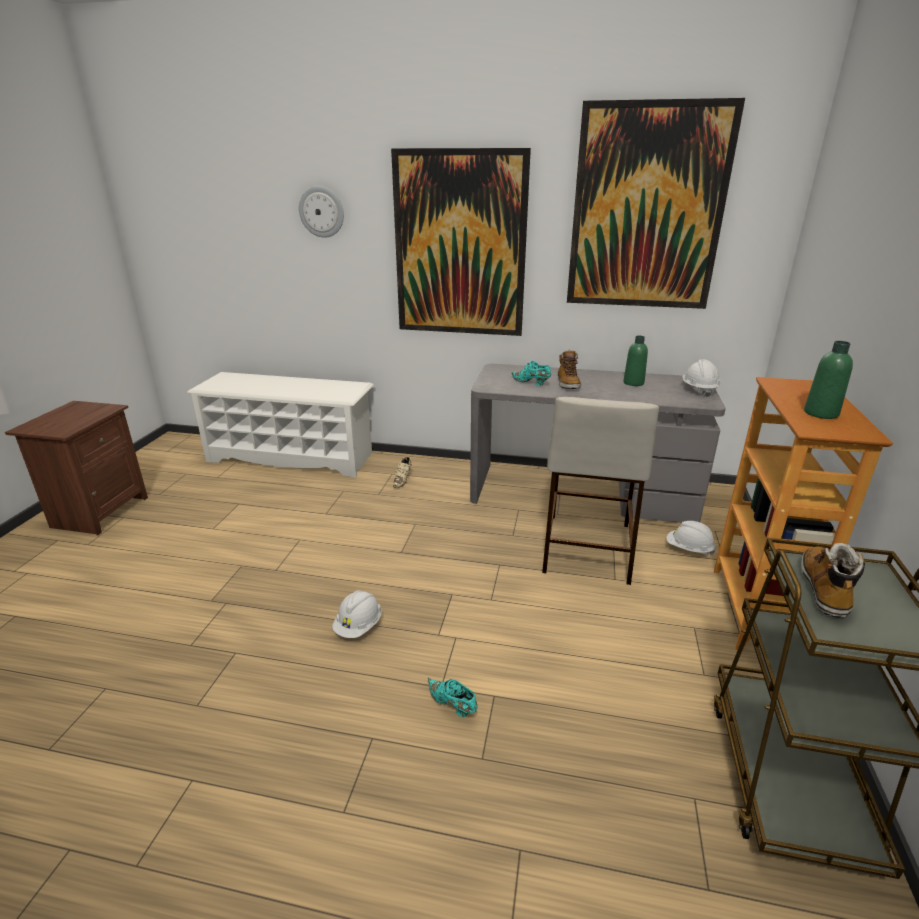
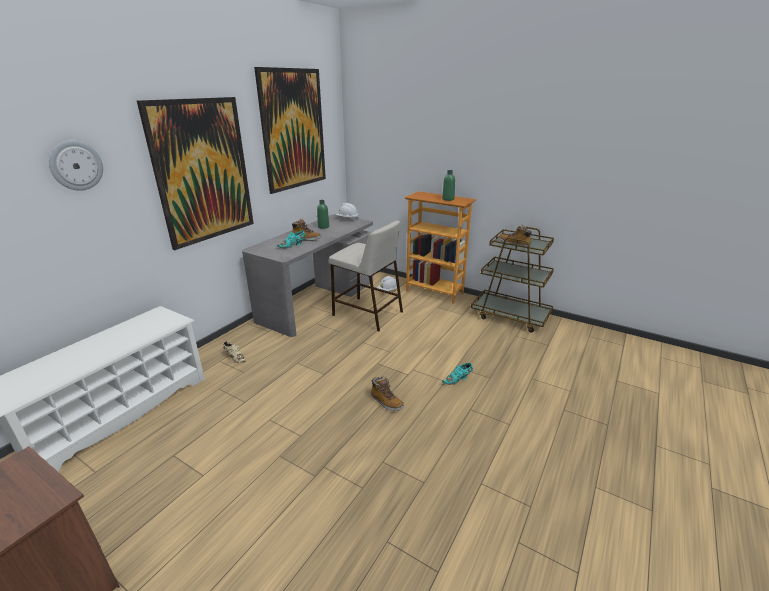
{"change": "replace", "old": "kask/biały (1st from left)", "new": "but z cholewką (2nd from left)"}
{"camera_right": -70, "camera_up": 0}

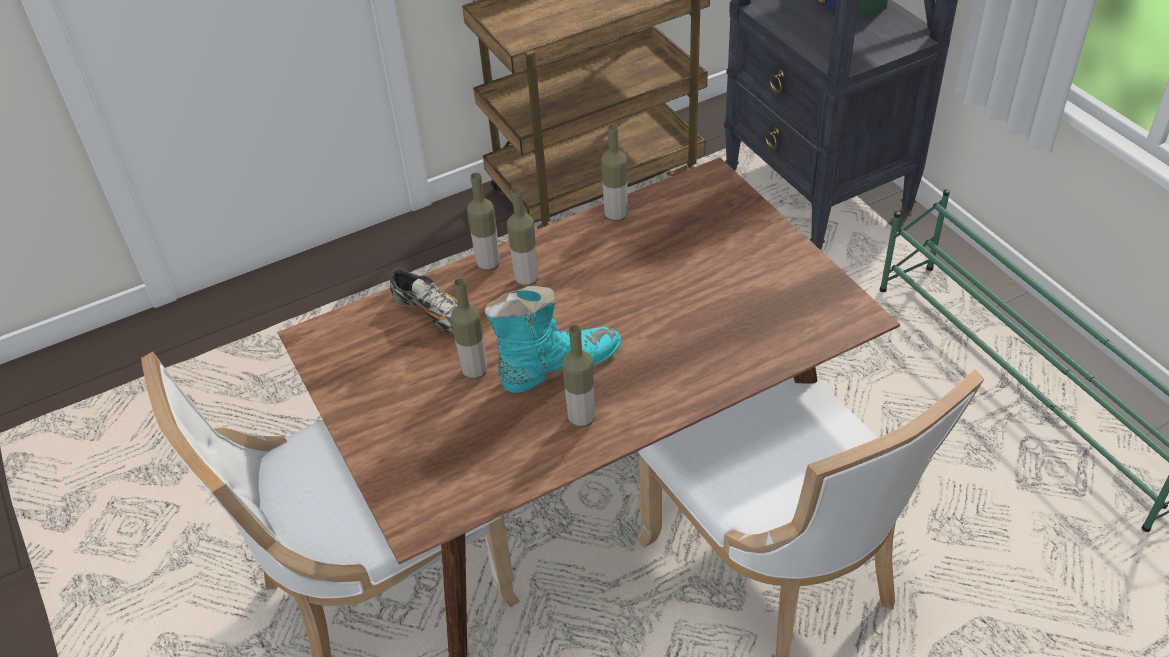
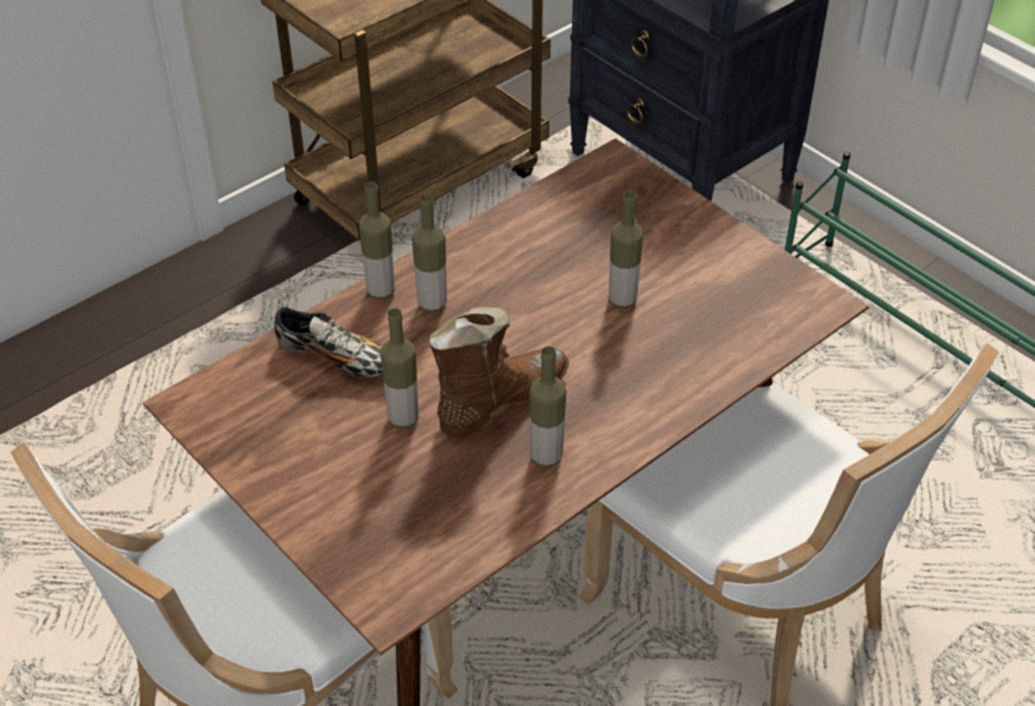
{"change": "recolor", "old": "but z cholewką/turkusowy", "new": "but z cholewką/brązowy"}
{"change": "move", "old": "butelka (5th from left)"}
{"camera_right": -15, "camera_up": 0}

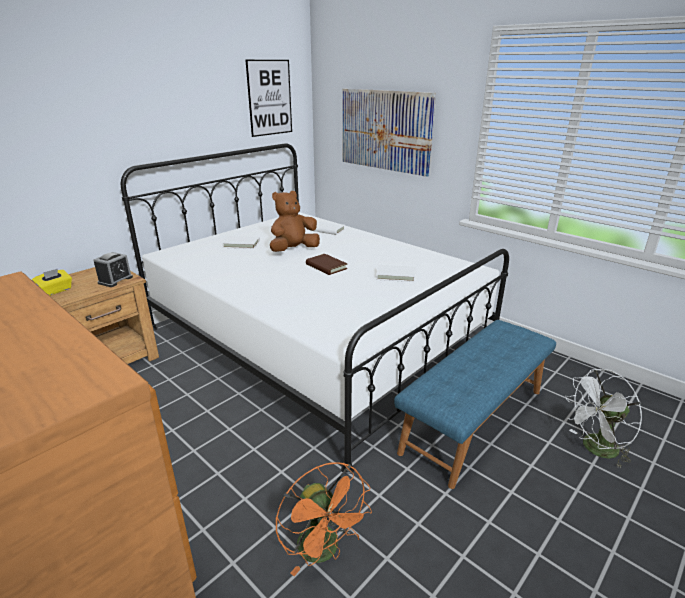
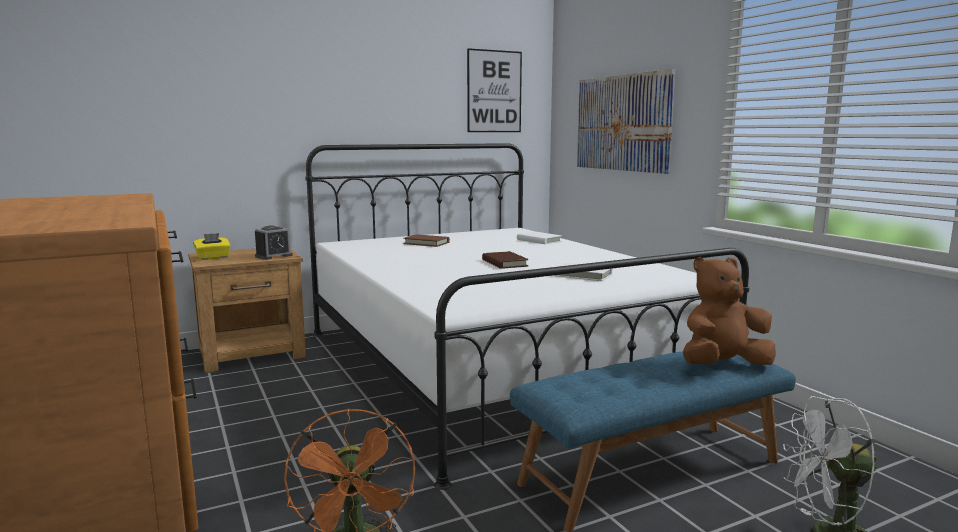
{"change": "recolor", "old": "książka/biały (1st from left)", "new": "książka/brązowy (1st from left)"}
{"change": "move", "old": "pluszak/brązowy"}
{"camera_right": 20, "camera_up": -15}

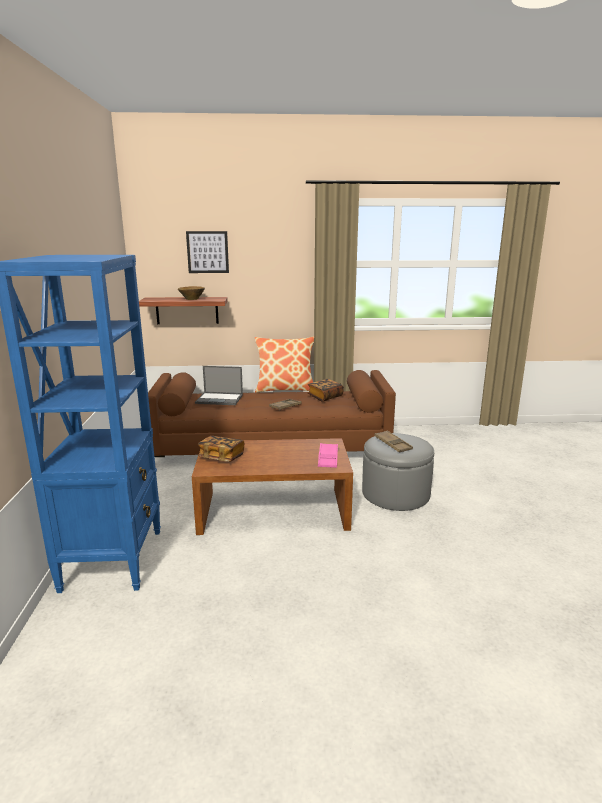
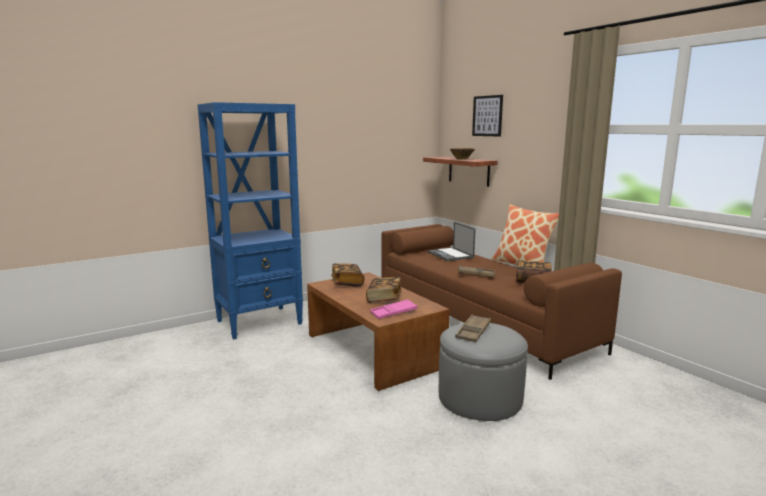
{"change": "insert", "new": "książka (2nd from left)"}
{"camera_right": 60, "camera_up": -5}

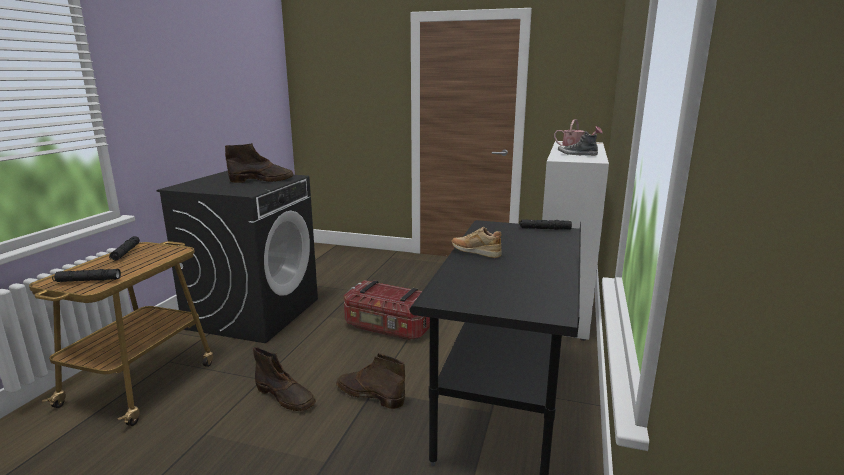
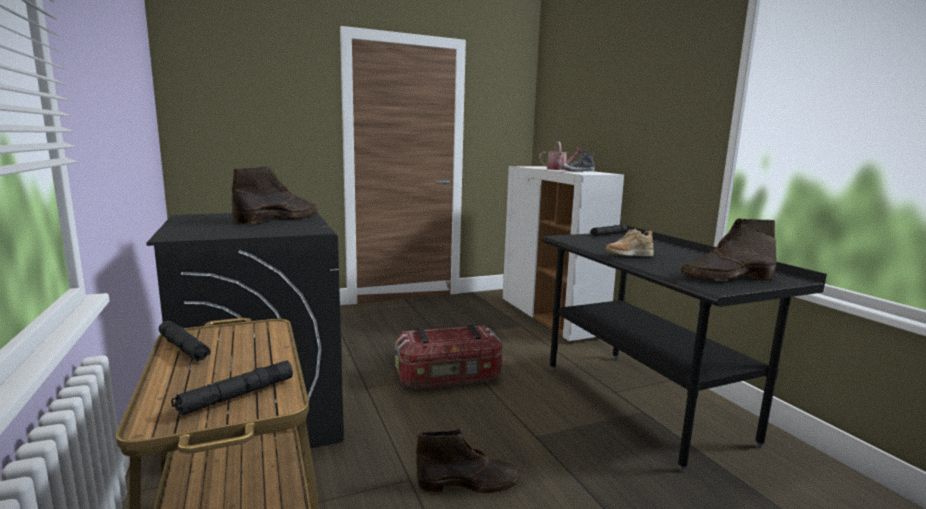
{"change": "move", "old": "but z cholewką/brązowy (3rd from left)"}
{"camera_right": -40, "camera_up": -5}

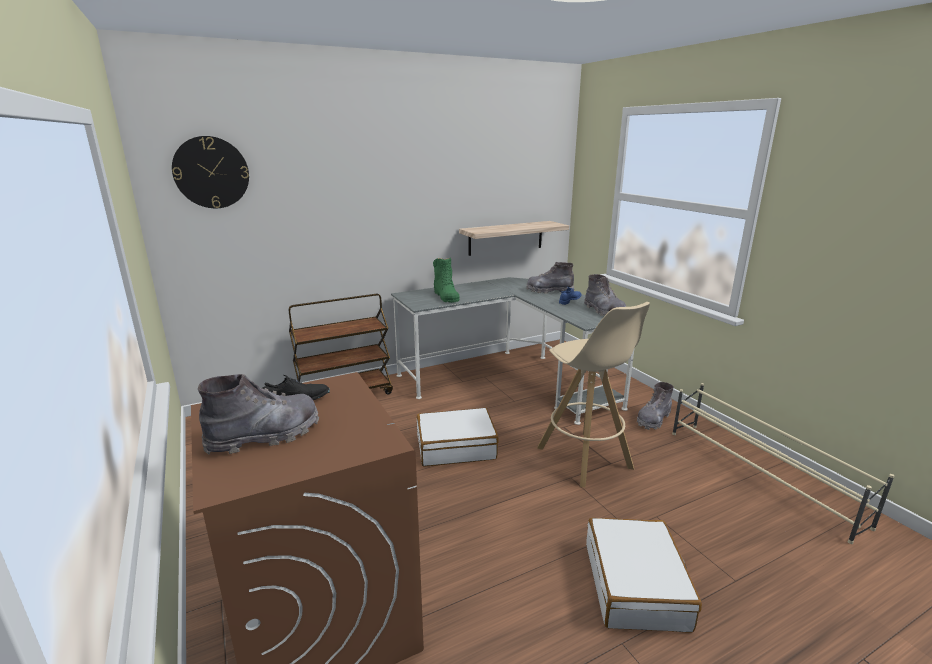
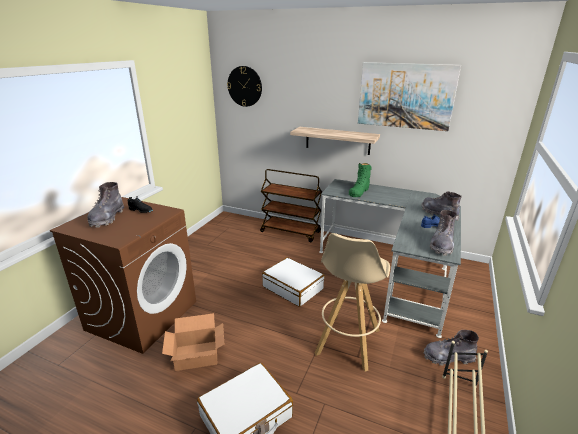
{"change": "rotate", "old": "but z cholewką/szary (1st from left)", "degrees": 75}
{"change": "move", "old": "półka"}
{"change": "insert", "new": "karton"}
{"change": "insert", "new": "obraz"}
{"camera_right": 50, "camera_up": 5}

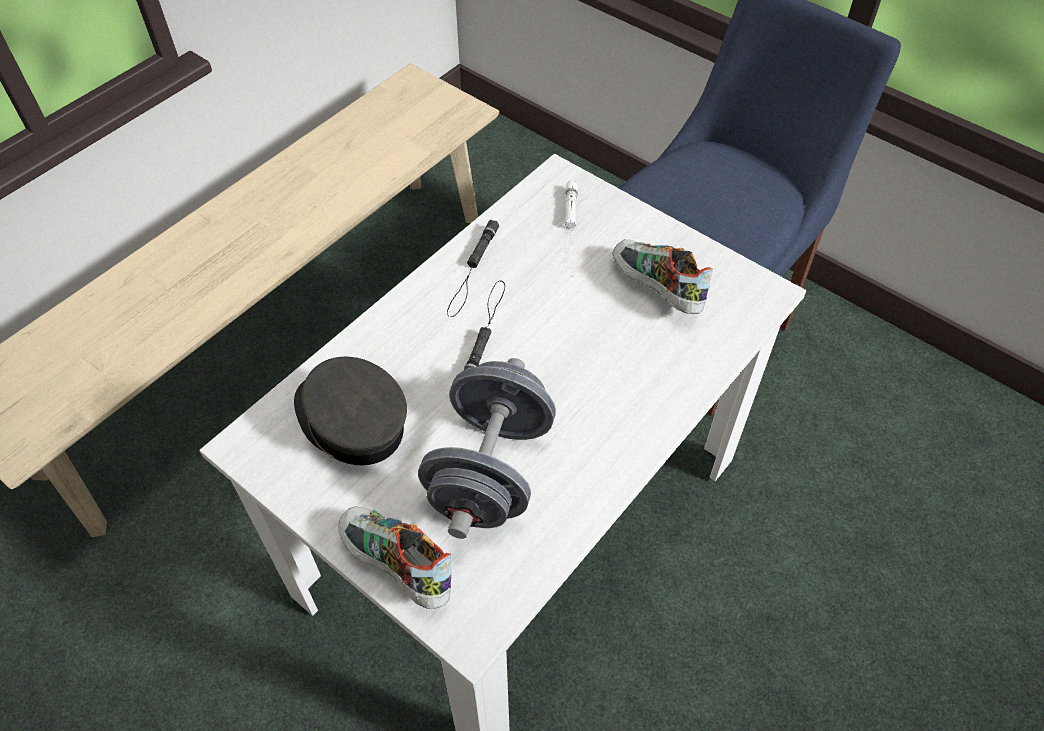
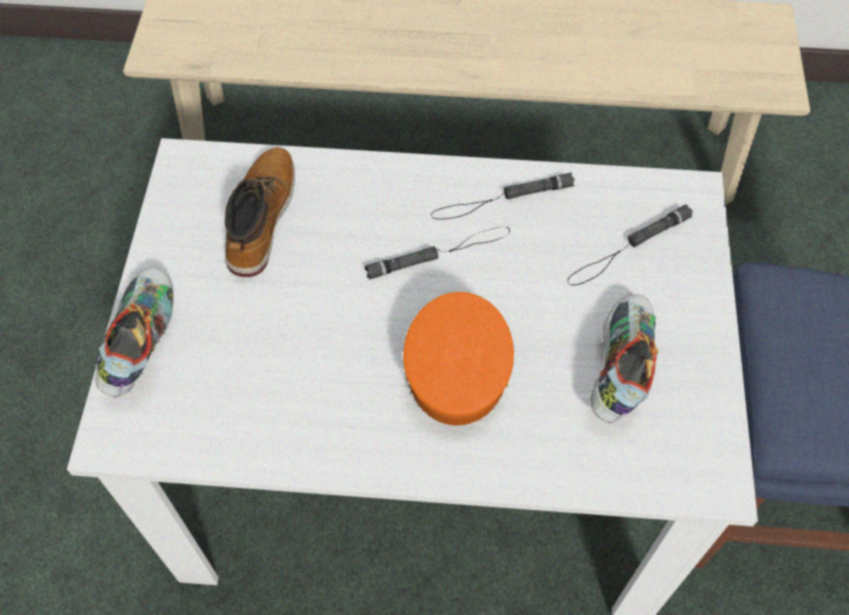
{"change": "replace", "old": "czapka z daszkiem/szary", "new": "but z cholewką"}
{"change": "delete", "old": "hantel/szary"}
{"change": "recolor", "old": "latarka/biały", "new": "latarka/czarny (3rd from left)"}
{"change": "insert", "new": "czapka z daszkiem/pomarańczowy"}
{"camera_right": 55, "camera_up": 5}

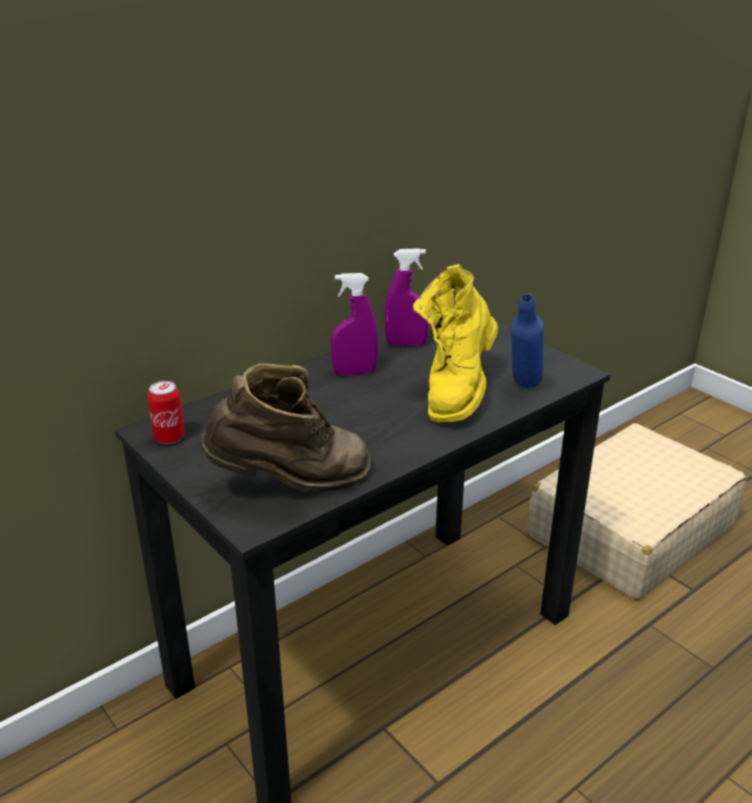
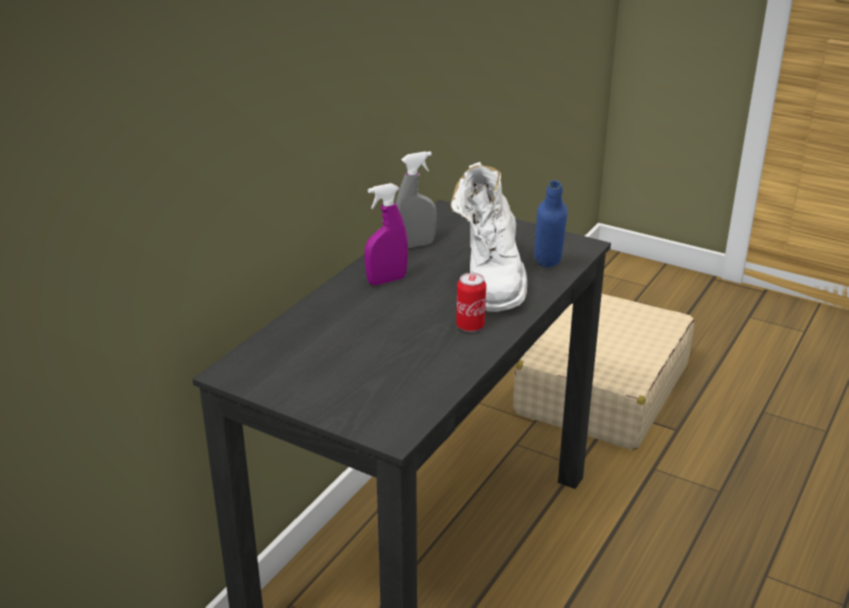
{"change": "move", "old": "puszka"}
{"change": "delete", "old": "but z cholewką/brązowy"}
{"change": "recolor", "old": "spryskiwacz/fioletowy (2nd from left)", "new": "spryskiwacz/szary"}
{"change": "recolor", "old": "but z cholewką/żółty", "new": "but z cholewką/biały"}
{"camera_right": -20, "camera_up": 0}

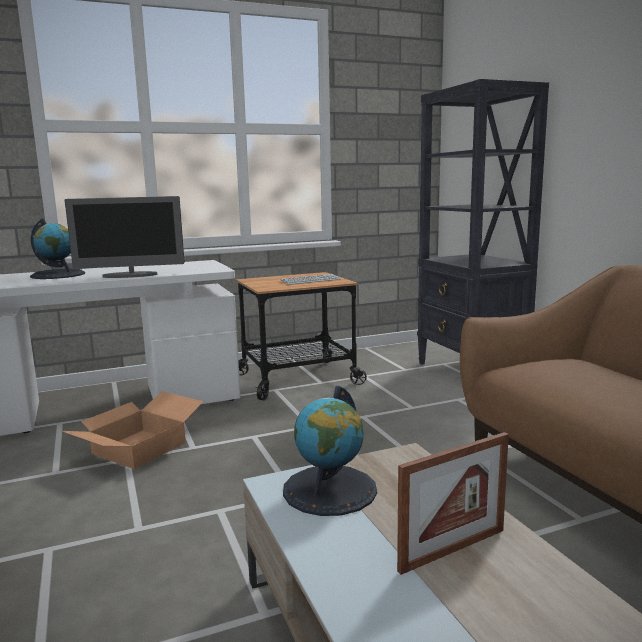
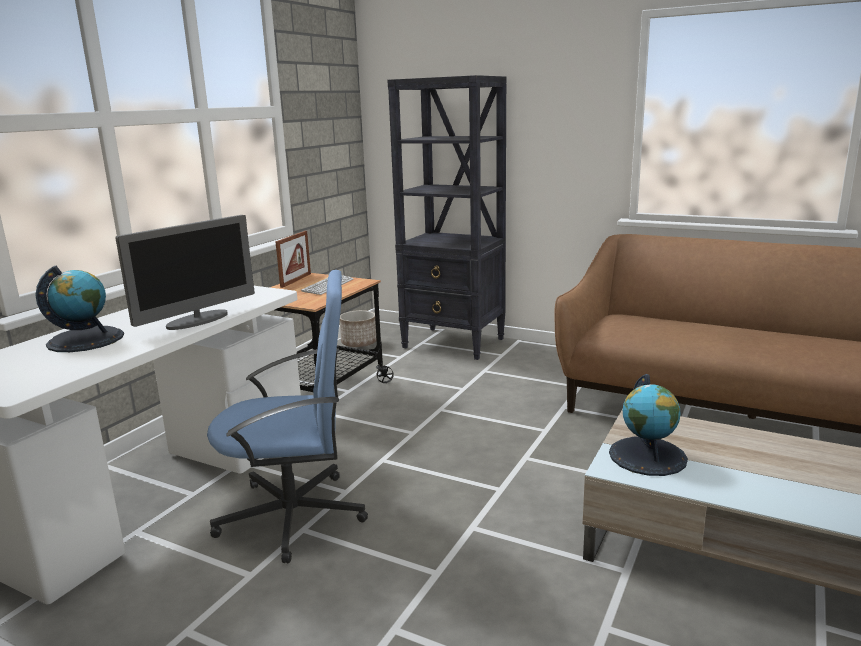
{"change": "replace", "old": "karton", "new": "krzesło biurowe/niebieski"}
{"change": "move", "old": "ramka na zdjęcie"}
{"change": "insert", "new": "donica"}
{"camera_right": -40, "camera_up": 5}

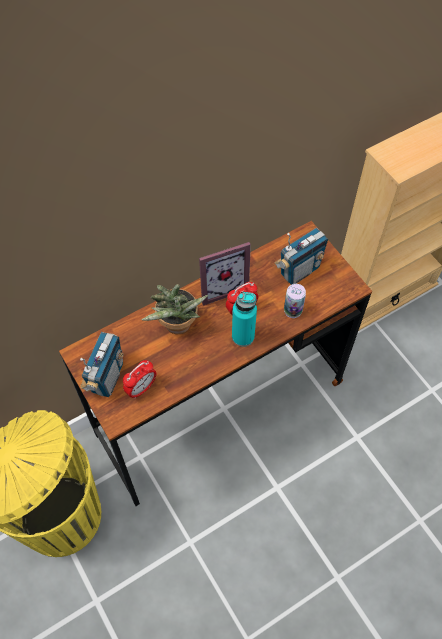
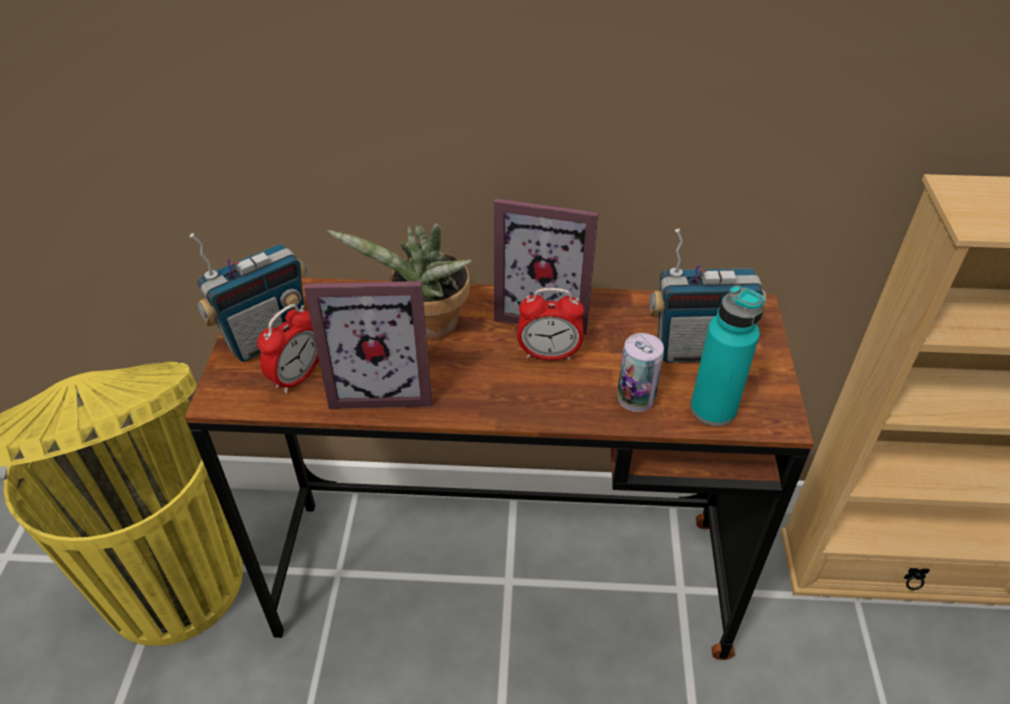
{"change": "rotate", "old": "budzik (1st from left)", "degrees": -45}
{"change": "move", "old": "butelka/turkusowy"}
{"change": "insert", "new": "ramka na zdjęcie (1st from left)"}
{"camera_right": 35, "camera_up": -15}

